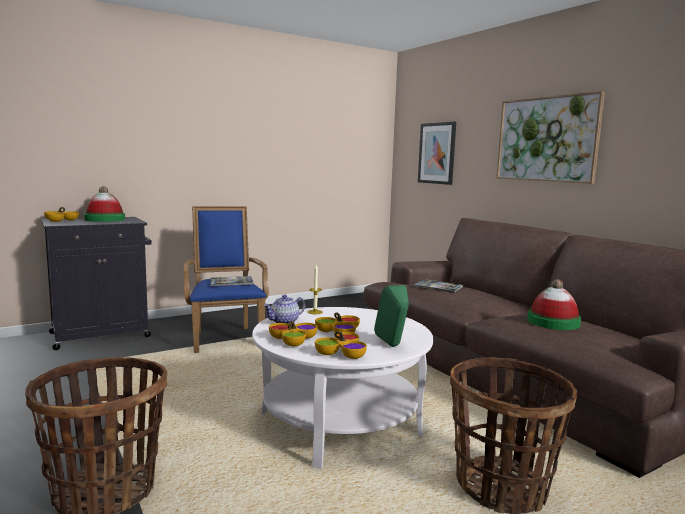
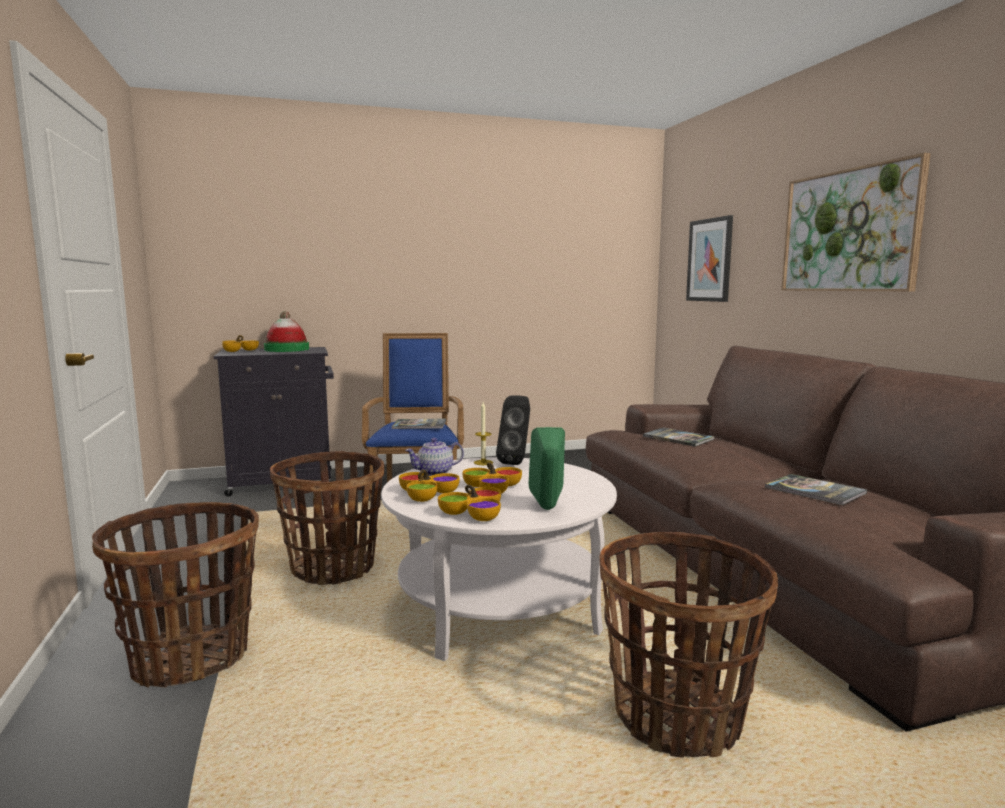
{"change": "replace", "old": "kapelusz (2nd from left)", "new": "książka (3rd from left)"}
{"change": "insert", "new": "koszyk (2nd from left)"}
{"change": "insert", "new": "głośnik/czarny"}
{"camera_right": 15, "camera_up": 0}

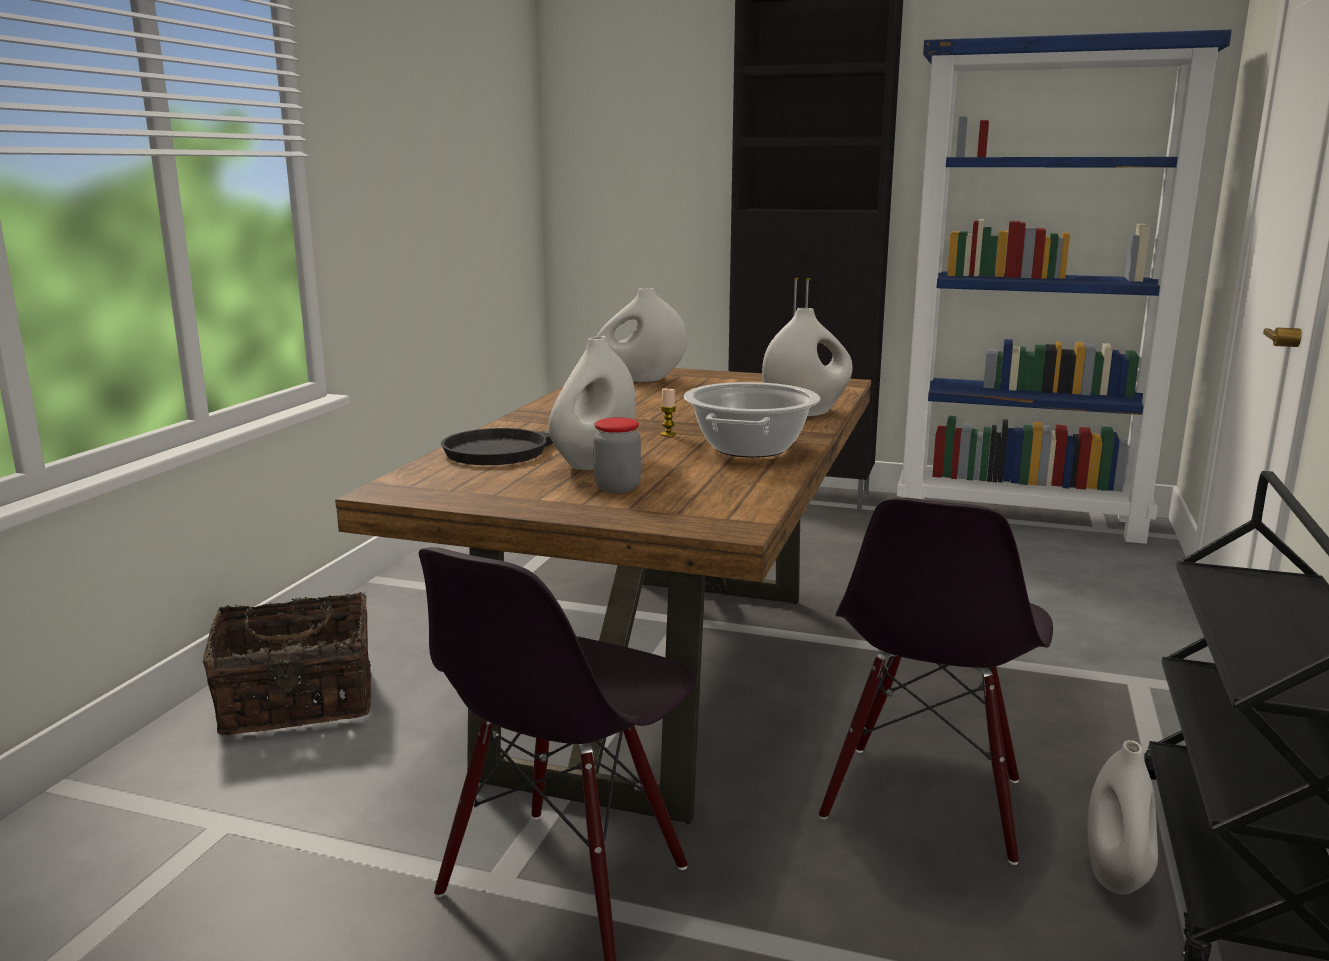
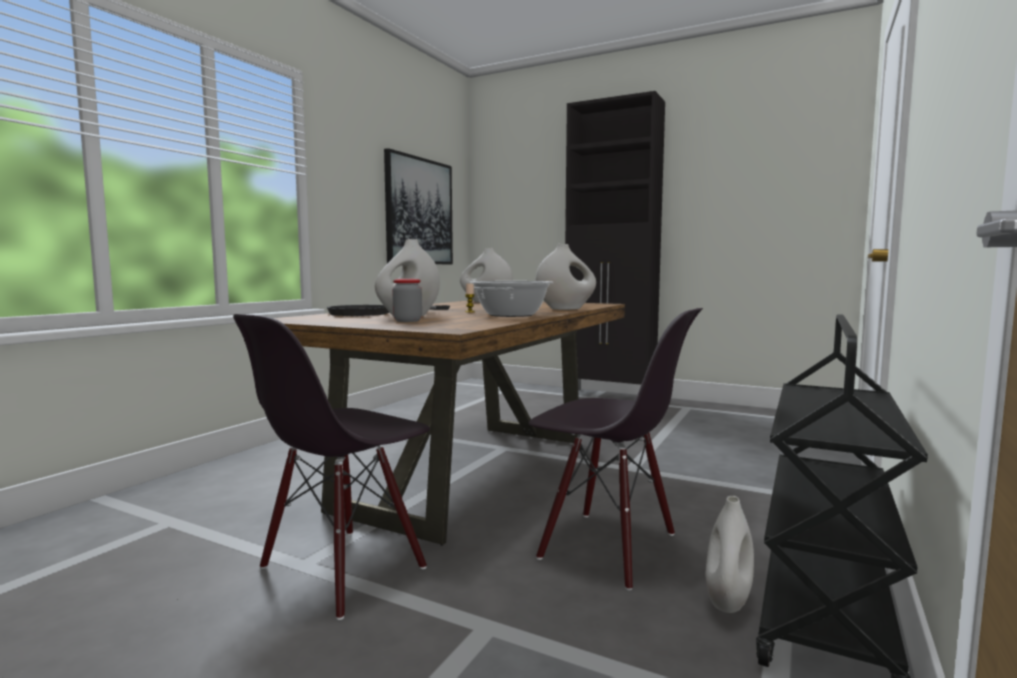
{"change": "delete", "old": "koszyk"}
{"change": "rotate", "old": "krzesło/czarny (2nd from left)", "degrees": -90}
{"change": "delete", "old": "regał/niebieski"}
{"change": "insert", "new": "obraz"}
{"camera_right": 10, "camera_up": -10}

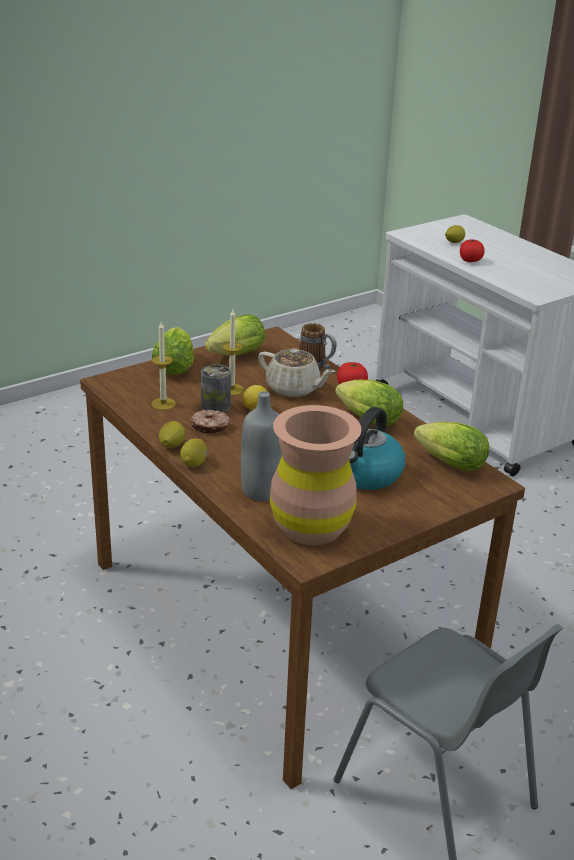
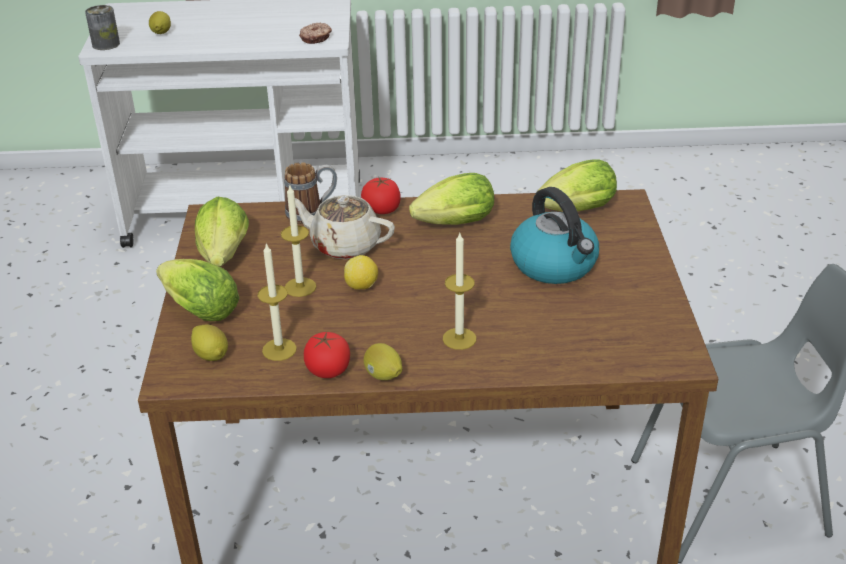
{"change": "move", "old": "cytryna (2nd from left)"}
{"change": "move", "old": "donut"}
{"change": "move", "old": "puszka"}
{"change": "delete", "old": "butelka/szary"}
{"change": "rotate", "old": "imbryk/beżowy", "degrees": -135}
{"change": "delete", "old": "wazon/brązowy"}
{"change": "move", "old": "pomidor (2nd from left in the first image)", "new": "pomidor (1st from left)"}
{"change": "insert", "new": "świeca (3rd from left)"}
{"camera_right": -55, "camera_up": 5}

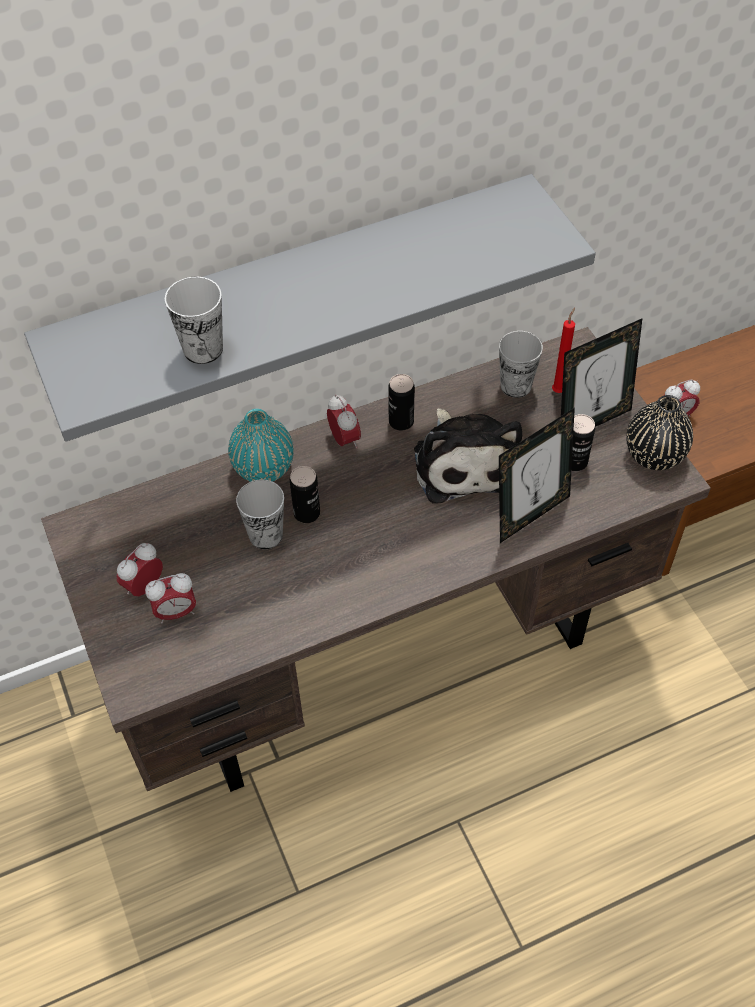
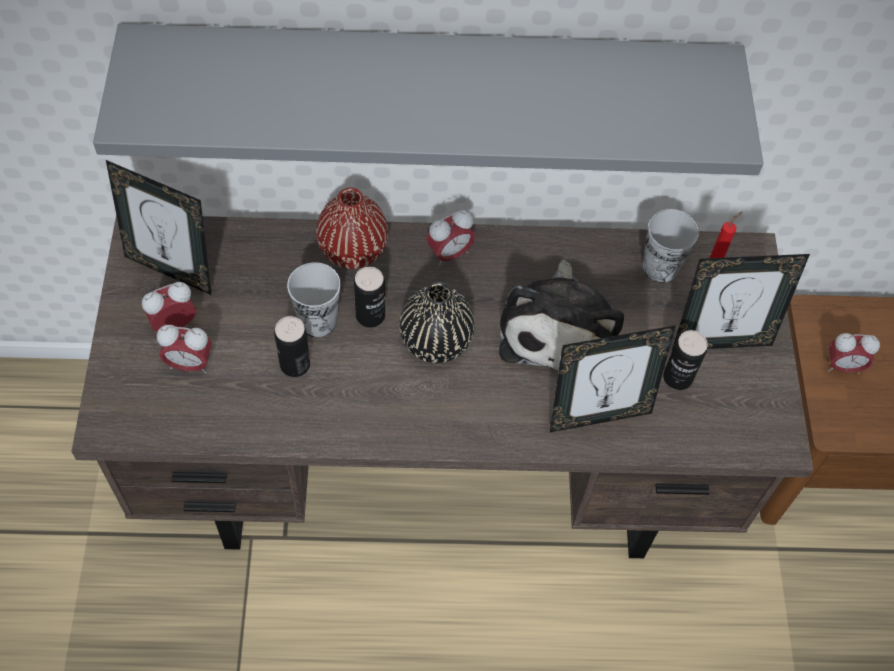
{"change": "delete", "old": "filiżanka (1st from left)"}
{"change": "recolor", "old": "wazon/turkusowy", "new": "wazon/czerwony"}
{"change": "rotate", "old": "budzik (3rd from left)", "degrees": 60}
{"change": "move", "old": "puszka (2nd from left in the first image)", "new": "puszka (1st from left)"}
{"change": "move", "old": "wazon/czarny"}
{"change": "insert", "new": "ramka na zdjęcie (1st from left)"}
{"camera_right": 20, "camera_up": 5}

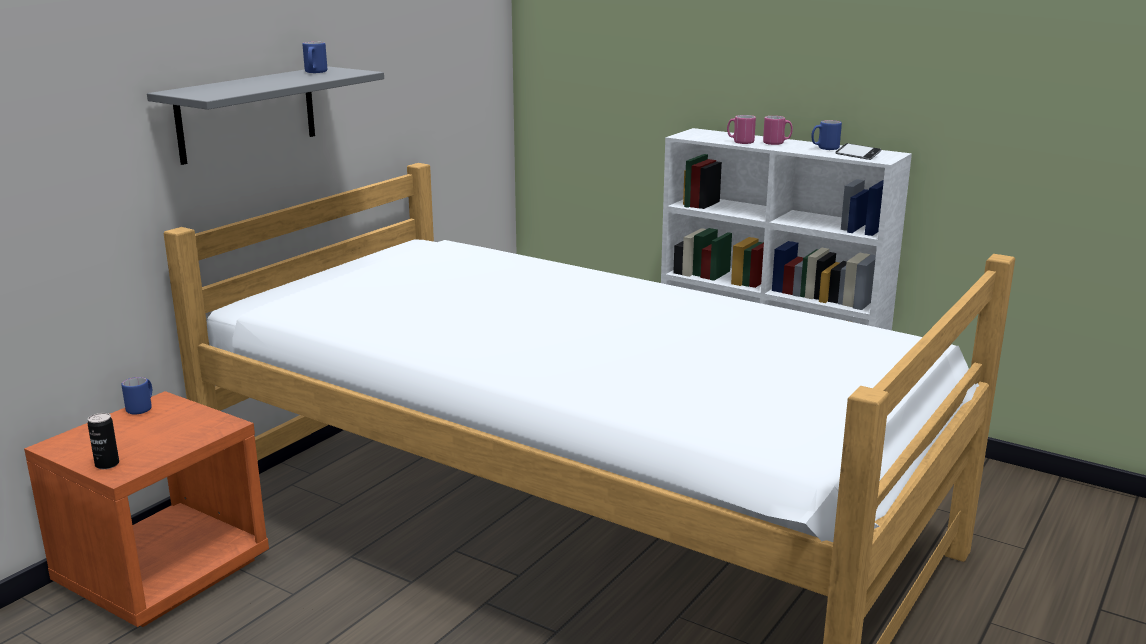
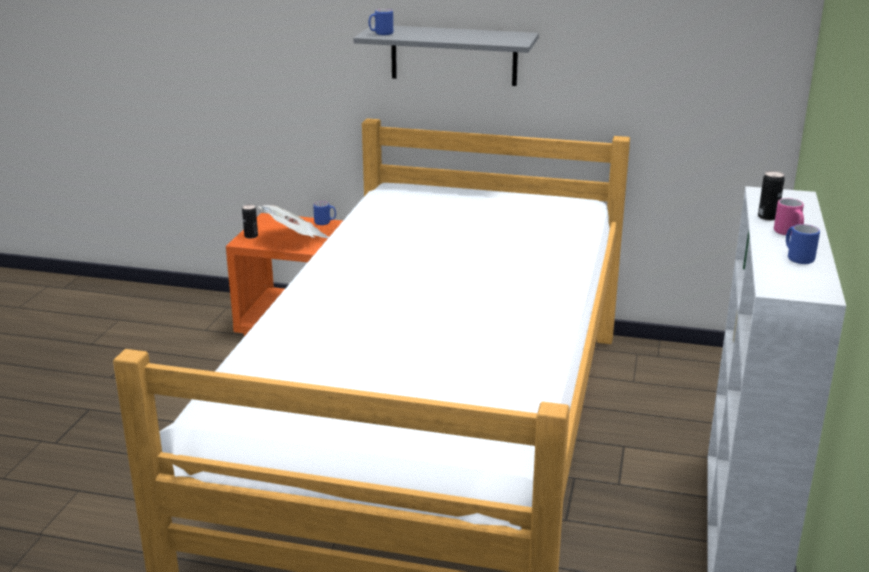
{"change": "move", "old": "kubek/niebieski (2nd from left)"}
{"change": "replace", "old": "kubek/różowy (1st from left)", "new": "puszka (2nd from left)"}
{"change": "delete", "old": "telefon"}
{"change": "insert", "new": "gazeta"}
{"camera_right": 70, "camera_up": 5}

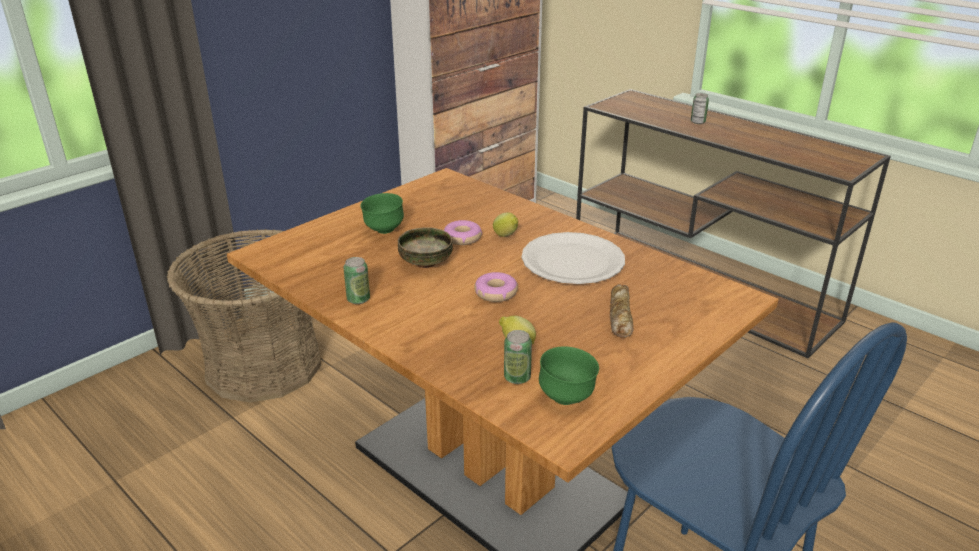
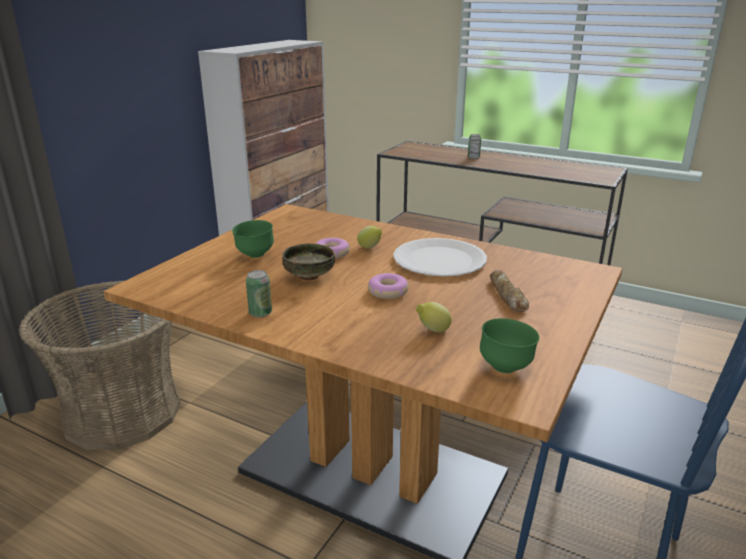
{"change": "delete", "old": "puszka (2nd from left)"}
{"camera_right": -15, "camera_up": -5}

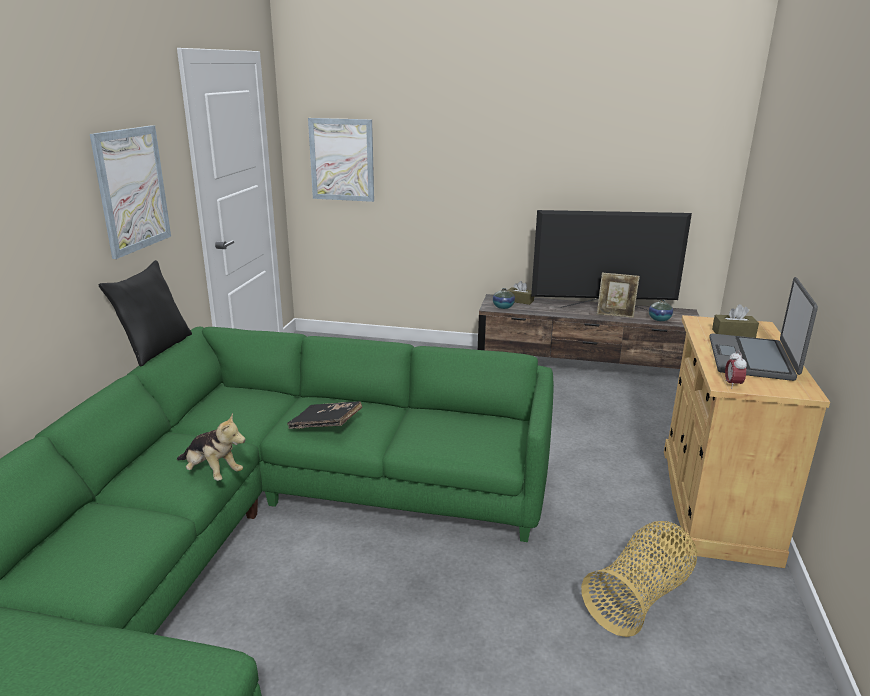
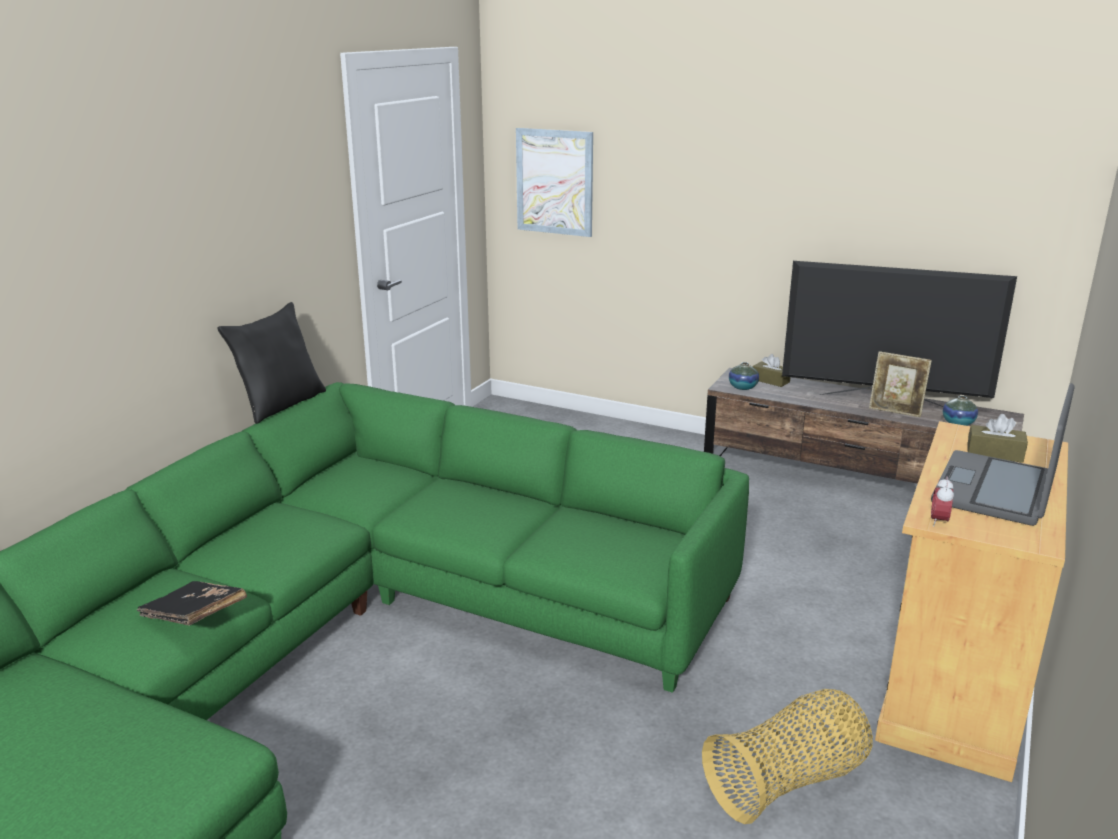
{"change": "delete", "old": "obraz (1st from left)"}
{"change": "delete", "old": "pluszak"}
{"change": "move", "old": "książka/czarny"}
{"camera_right": 15, "camera_up": 0}

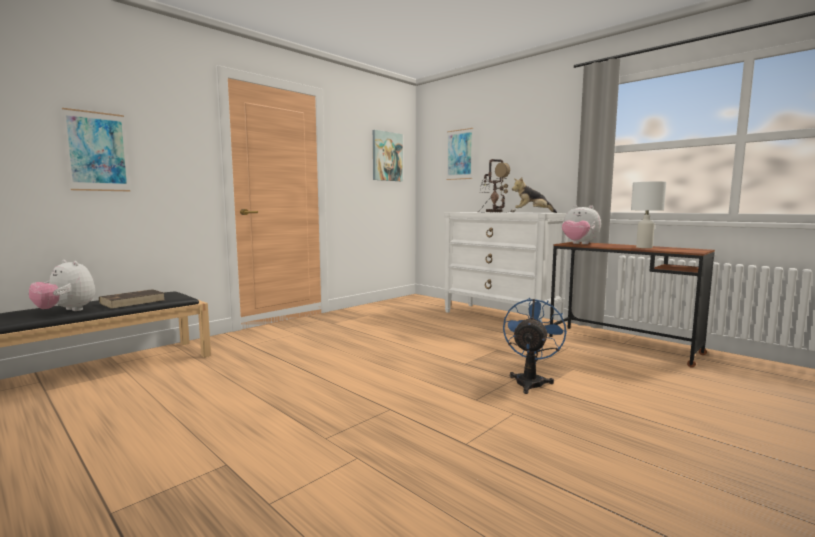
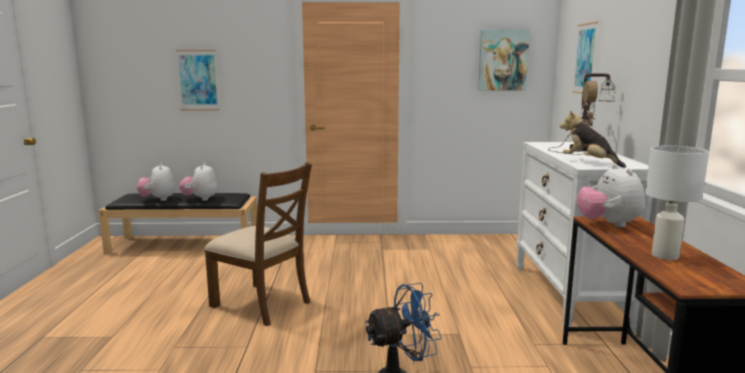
{"change": "replace", "old": "książka/brązowy", "new": "pluszak (2nd from left)"}
{"change": "insert", "new": "krzesło/brązowy"}
{"camera_right": 45, "camera_up": 5}

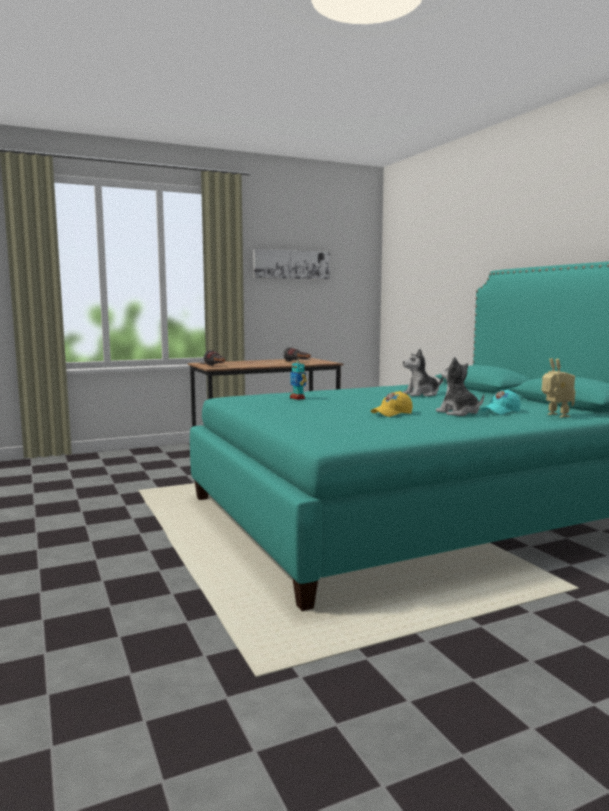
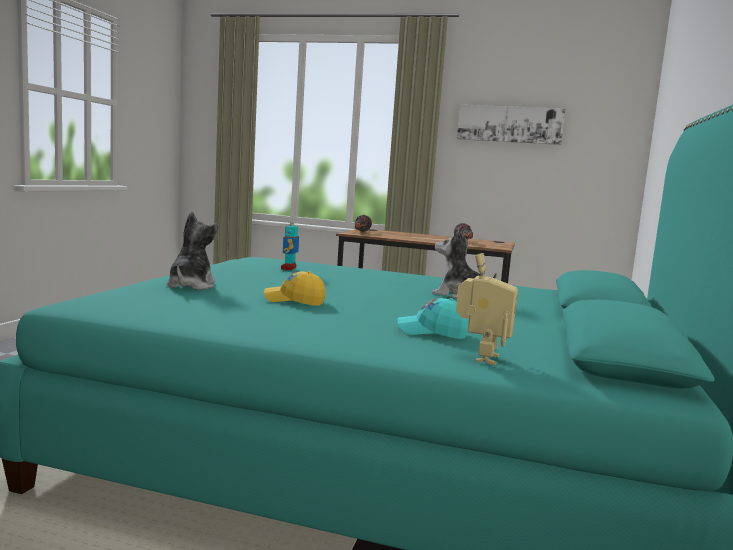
{"change": "move", "old": "pluszak (2nd from left in the first image)", "new": "pluszak (1st from left)"}
{"camera_right": 40, "camera_up": 0}

